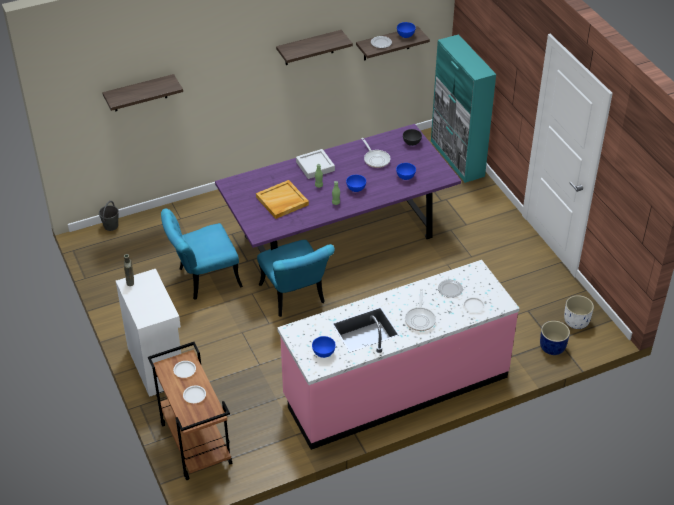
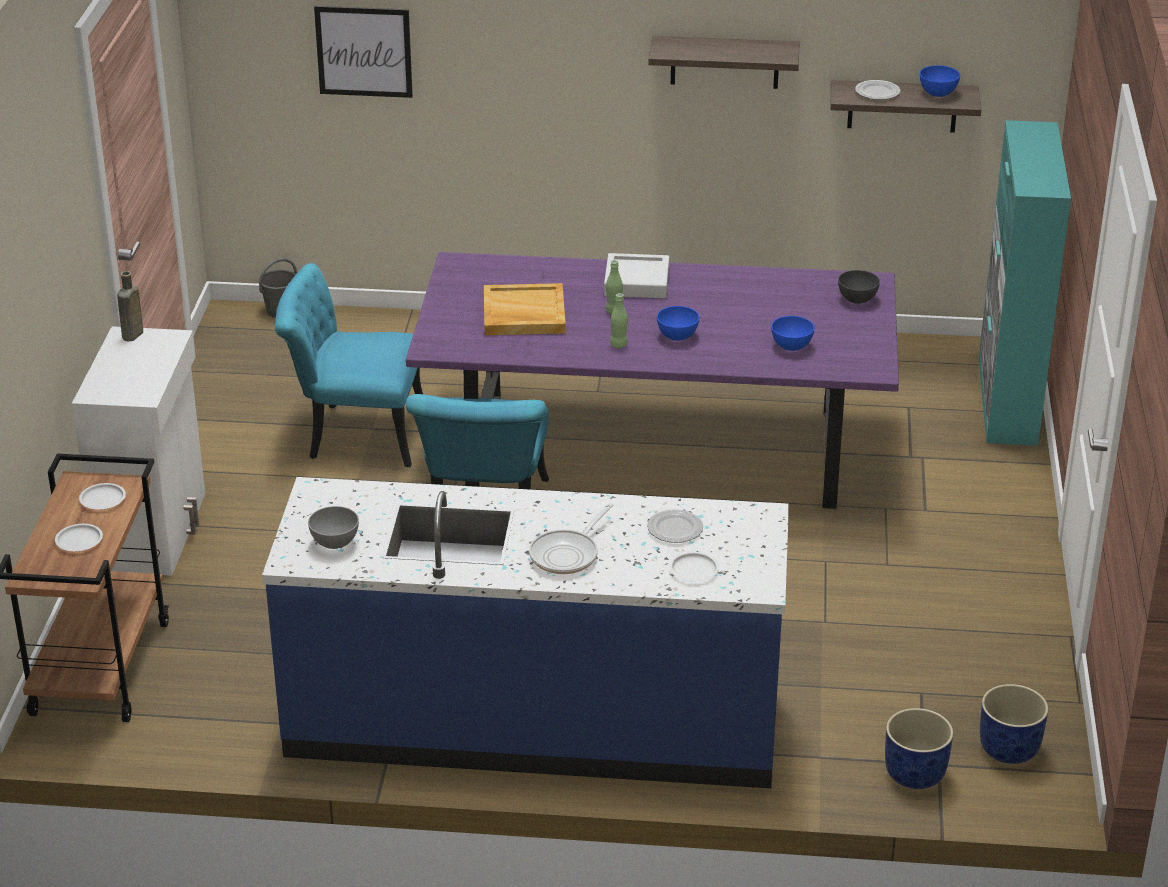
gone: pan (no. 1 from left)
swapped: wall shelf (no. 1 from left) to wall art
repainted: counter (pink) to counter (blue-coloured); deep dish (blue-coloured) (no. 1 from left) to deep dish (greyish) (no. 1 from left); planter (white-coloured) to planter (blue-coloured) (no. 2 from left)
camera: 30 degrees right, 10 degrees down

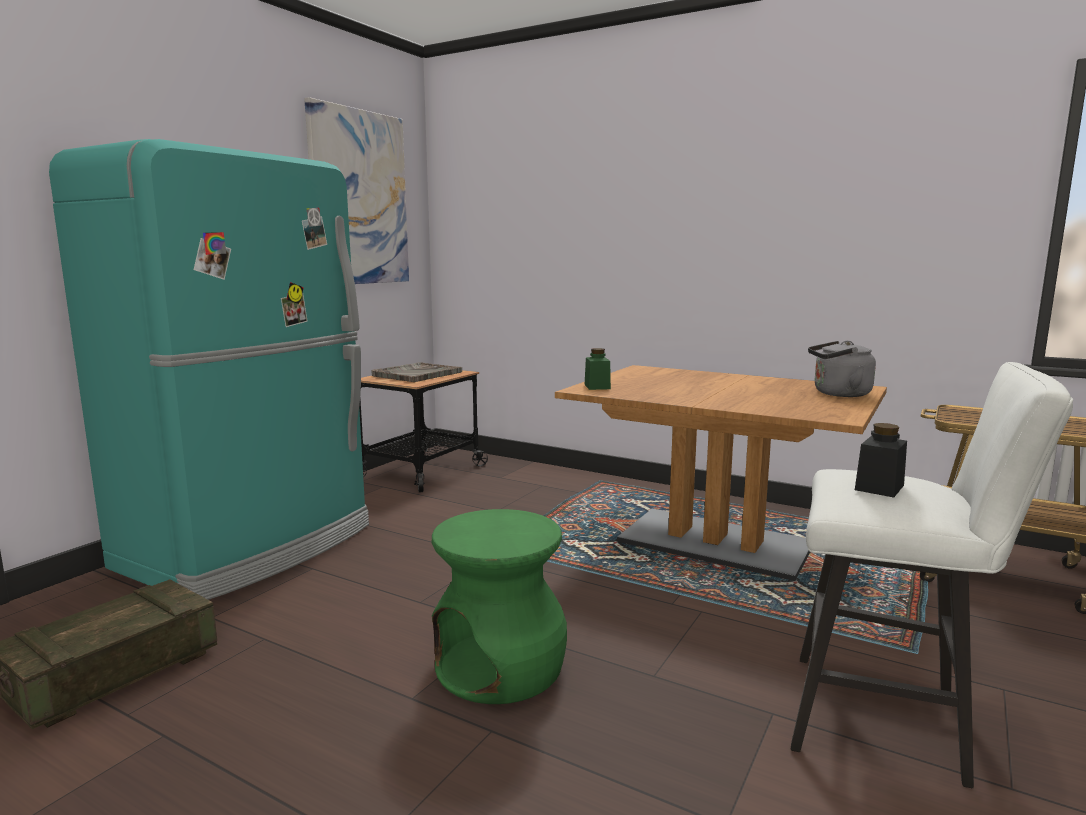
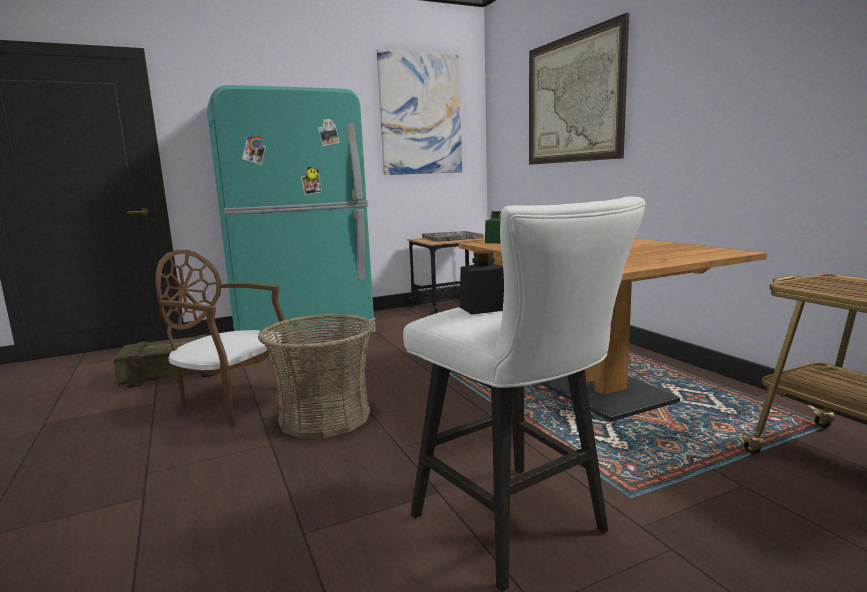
gone: tea kettle (greyish)
new: chair (brown); wall art (no. 2 from left)
swapped: stool (green) to storage basket
camera: 35 degrees right, 0 degrees up

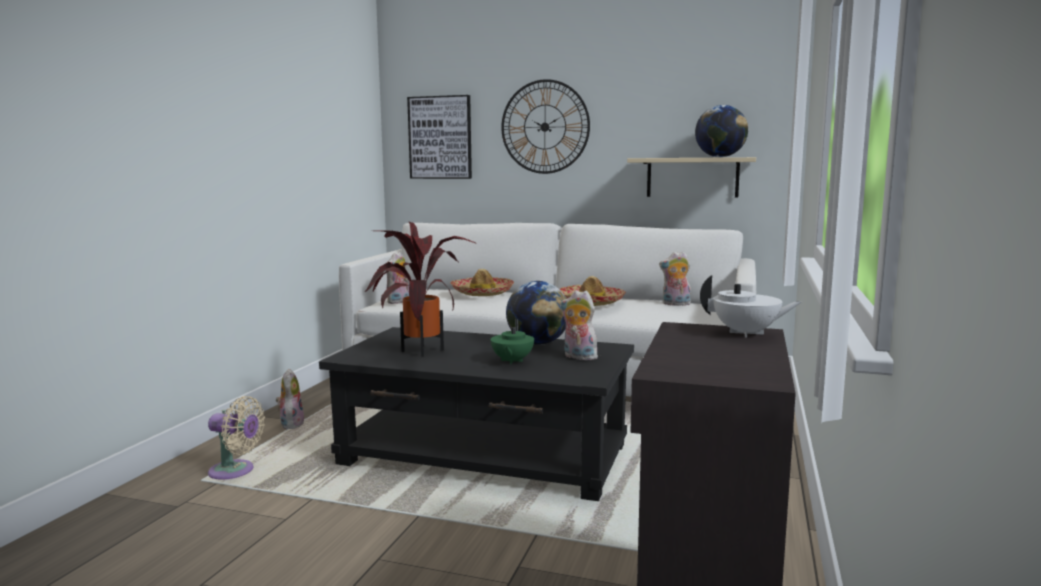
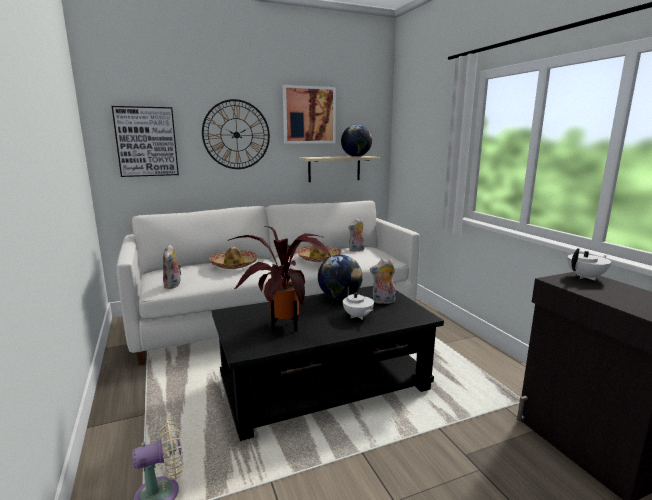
gone: cuddly toy (no. 1 from left)
new: wall art (no. 2 from left)
repainted: teapot (green) to teapot (white-coloured) (no. 1 from left)
camera: 40 degrees left, 5 degrees up

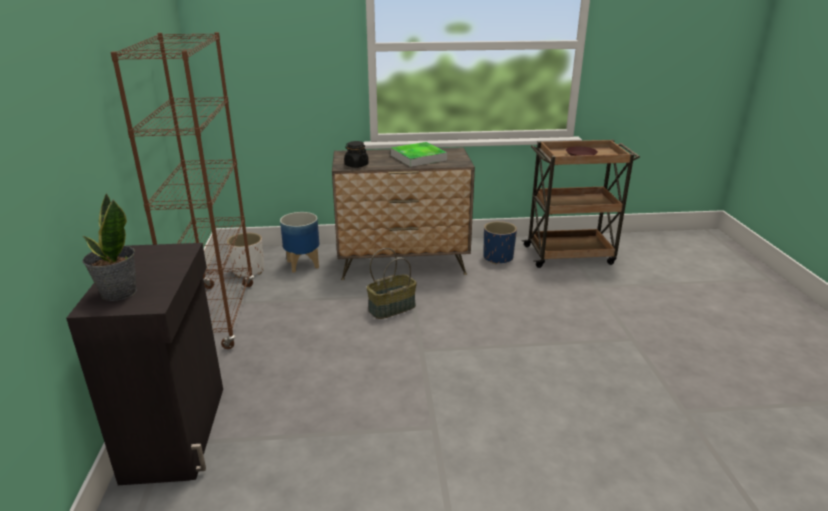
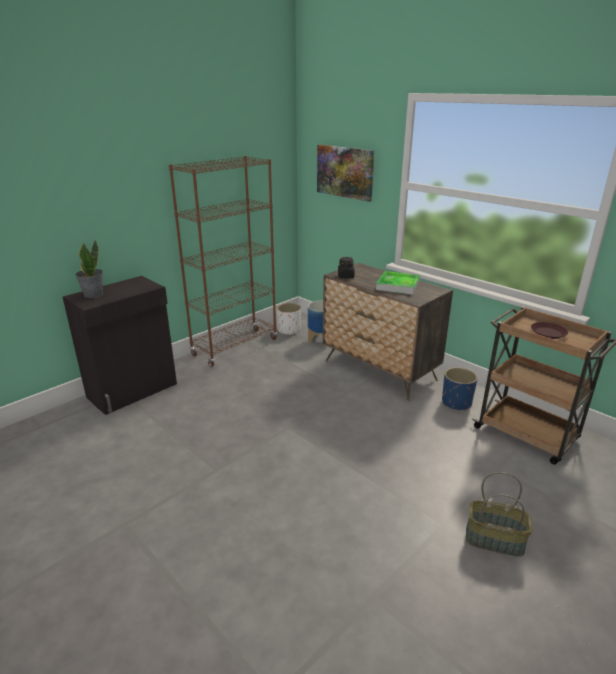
new: wall art
shifted: storage basket
camera: 50 degrees right, 0 degrees up

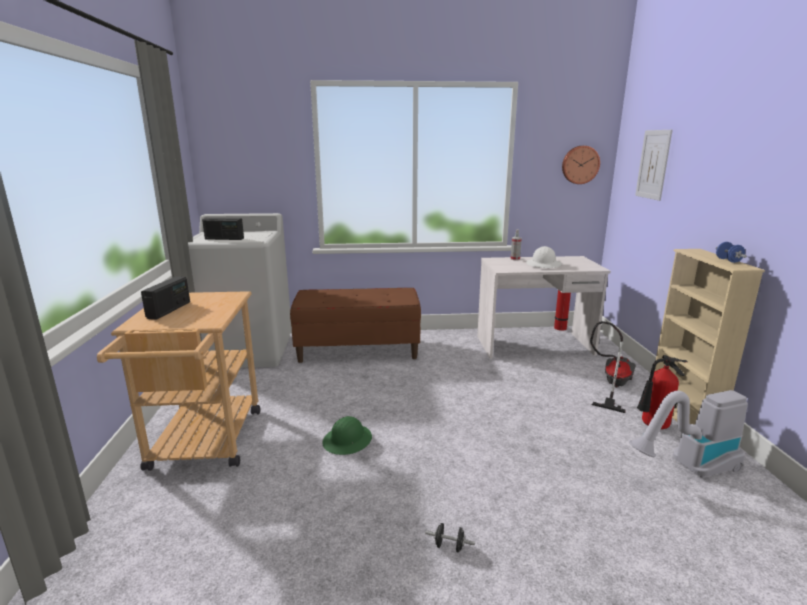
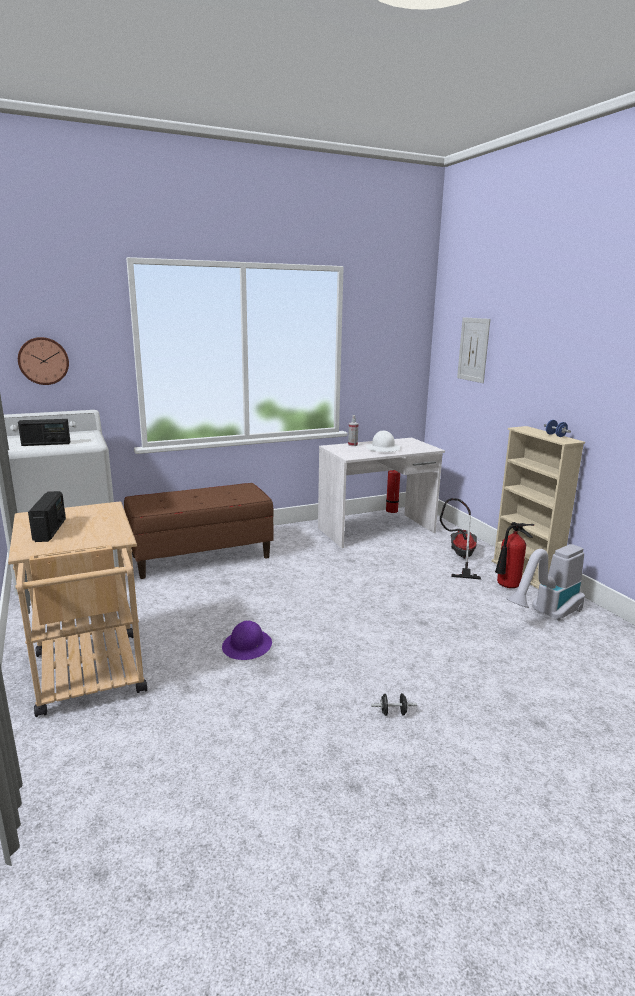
shifted: wall clock
repainted: hard hat (green) to hard hat (purple-coloured)
camera: 20 degrees left, 0 degrees up

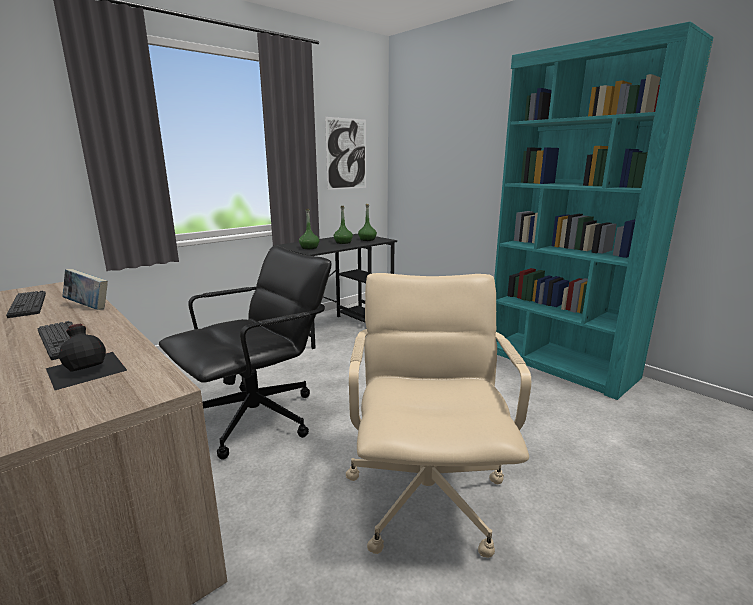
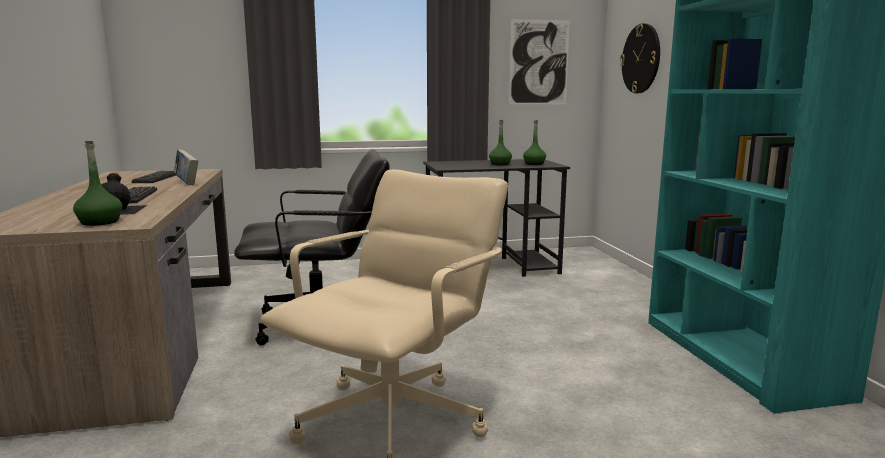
new: wall clock
shifted: drink bottle (green) (no. 1 from left)
camera: 30 degrees right, 5 degrees down

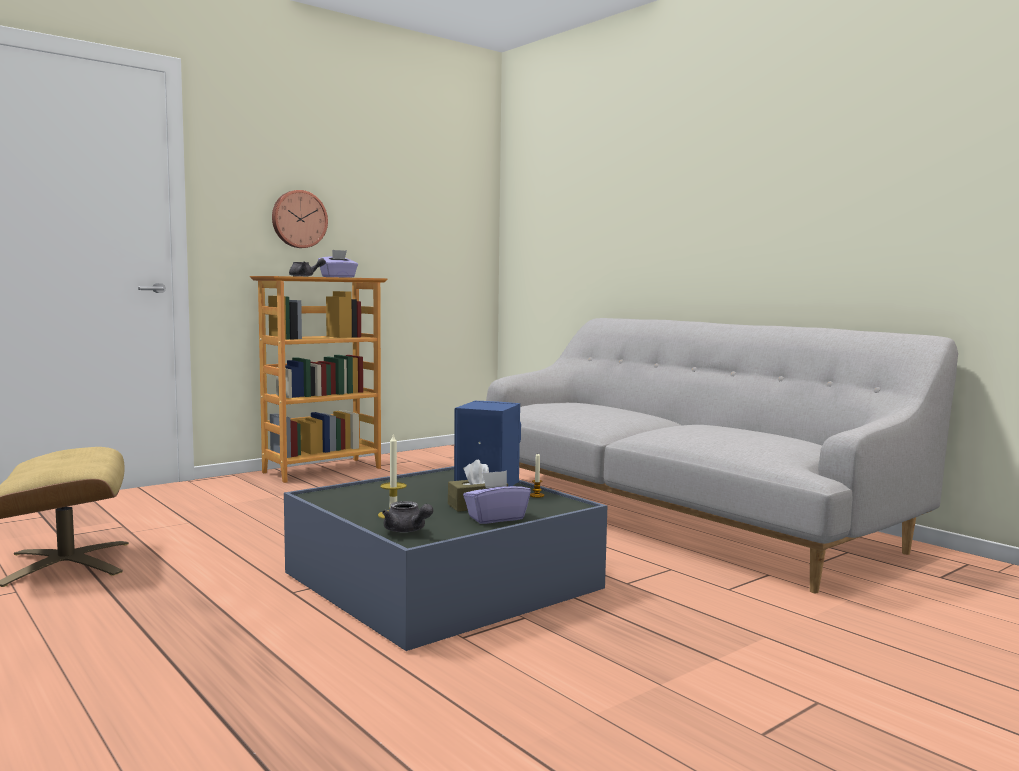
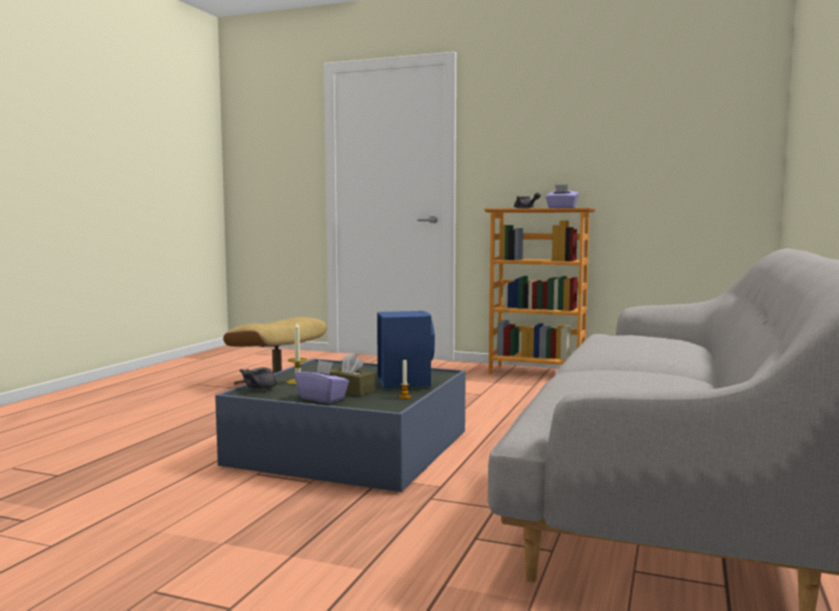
gone: wall clock
camera: 60 degrees right, 0 degrees up

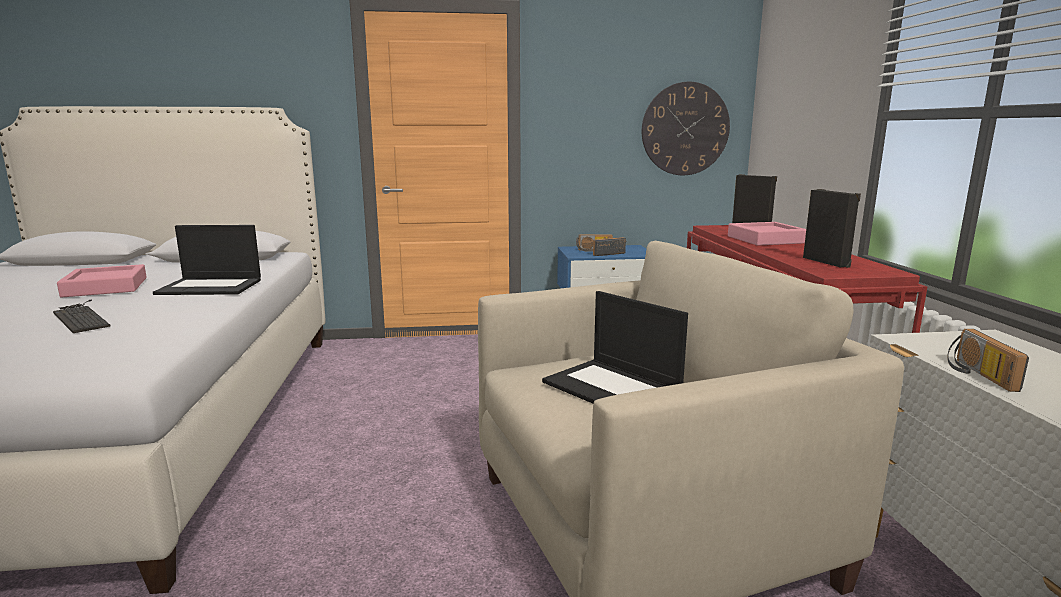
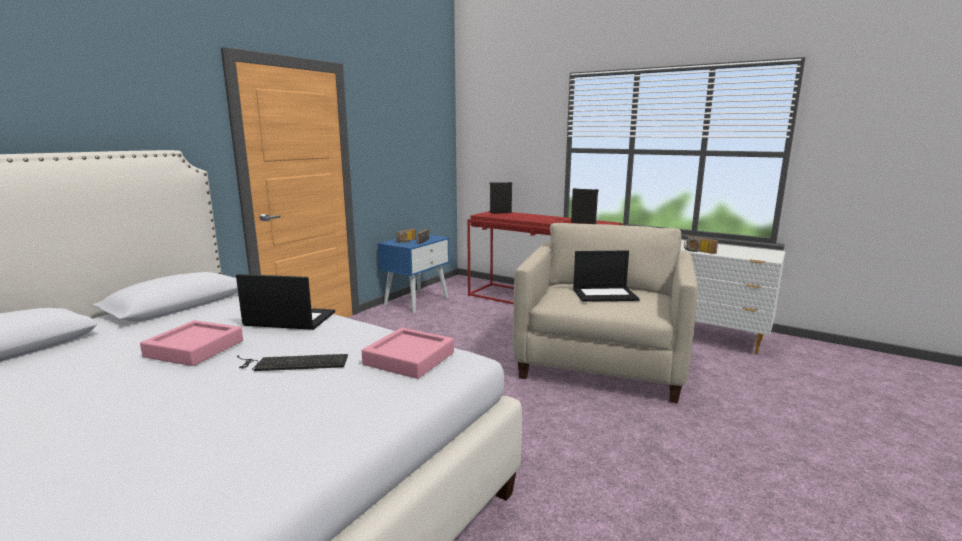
gone: wall clock
shifted: serving tray (pink) (no. 2 from left)
rotated: notebook computer (no. 1 from left) 120 degrees counterclockwise
camera: 50 degrees left, 0 degrees up

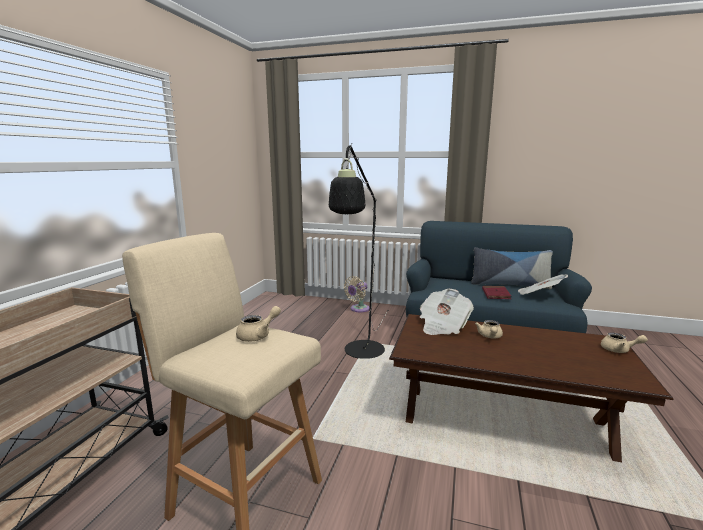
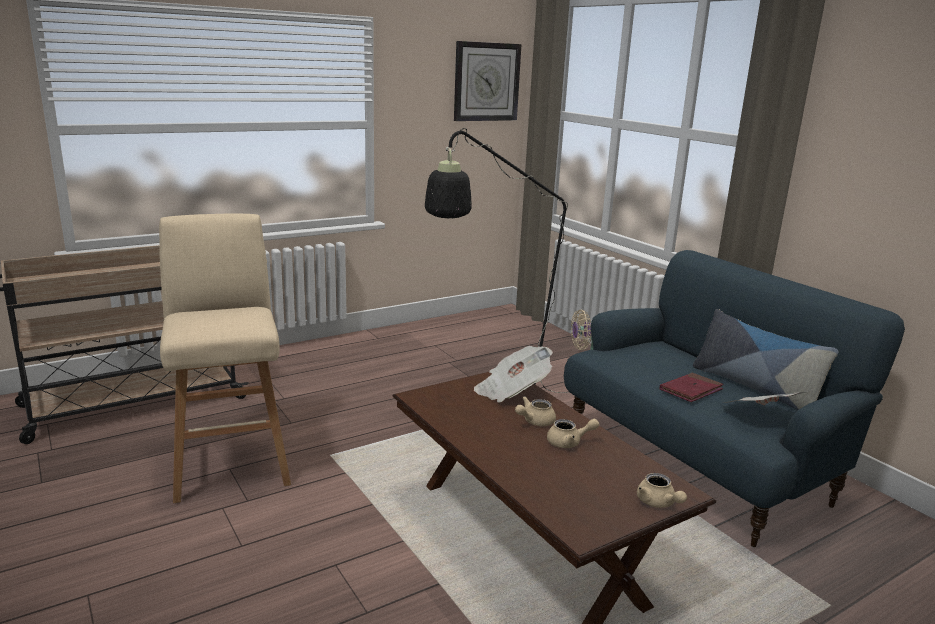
new: wall clock
shifted: teapot (beige-coloured) (no. 1 from left in the first image) to teapot (beige-coloured) (no. 2 from left)
camera: 40 degrees right, 5 degrees up

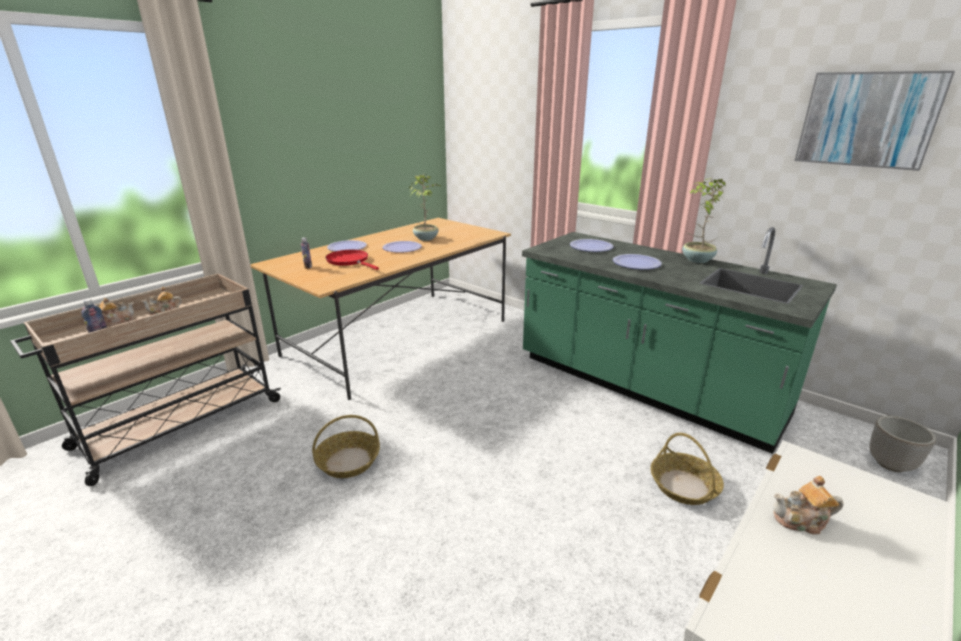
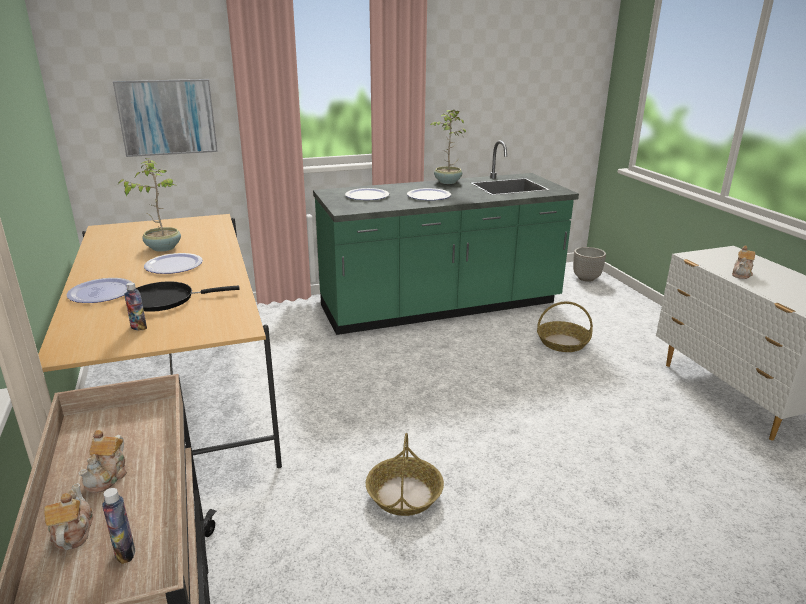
shifted: wall art
repainted: pan (red) to pan (blackish)
camera: 60 degrees left, 0 degrees up

